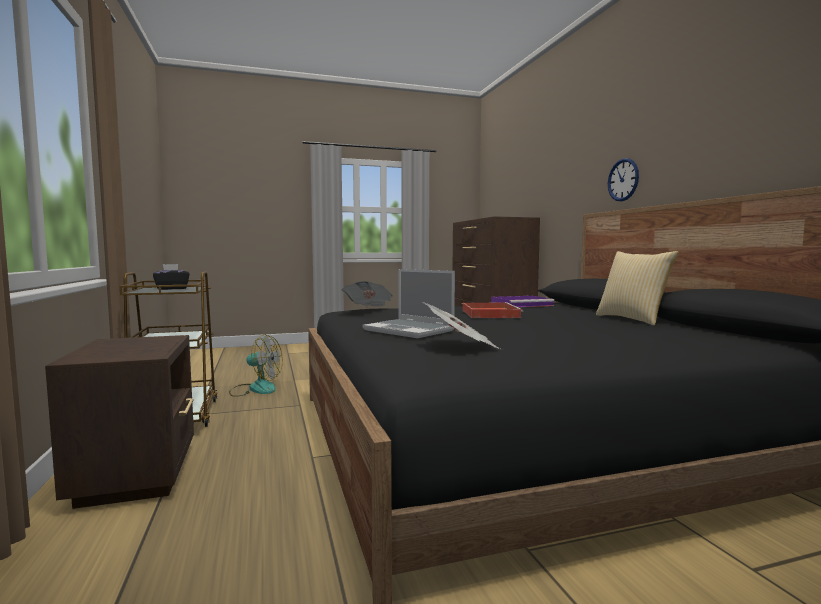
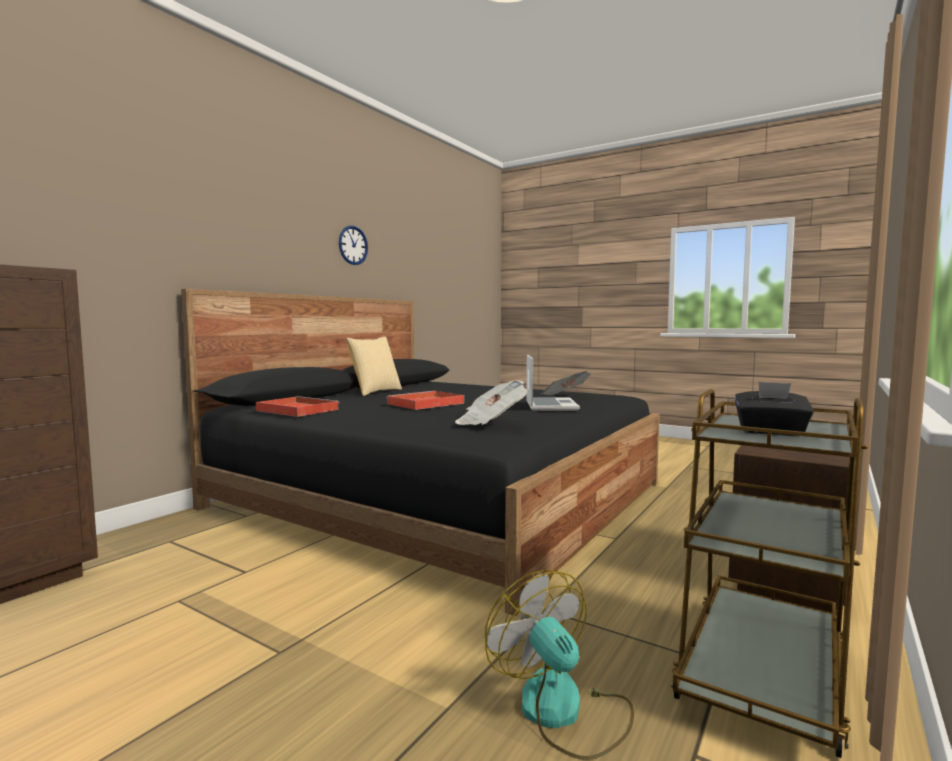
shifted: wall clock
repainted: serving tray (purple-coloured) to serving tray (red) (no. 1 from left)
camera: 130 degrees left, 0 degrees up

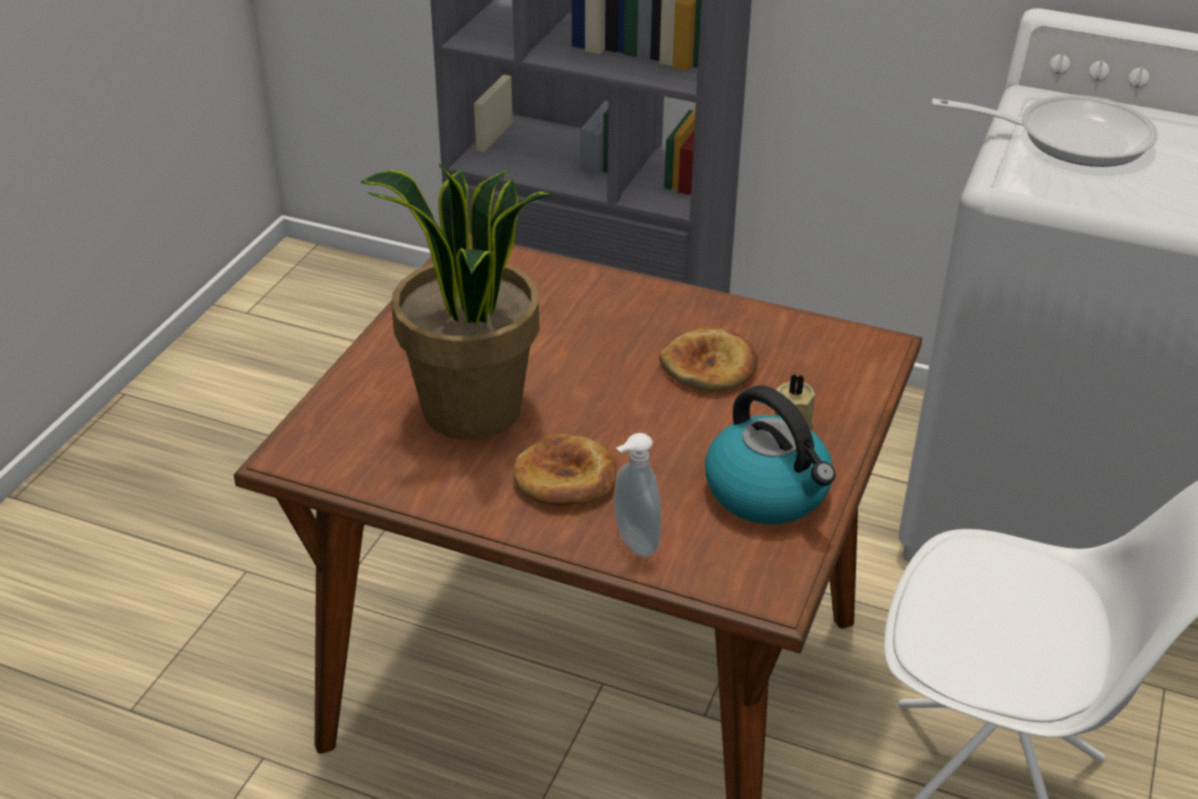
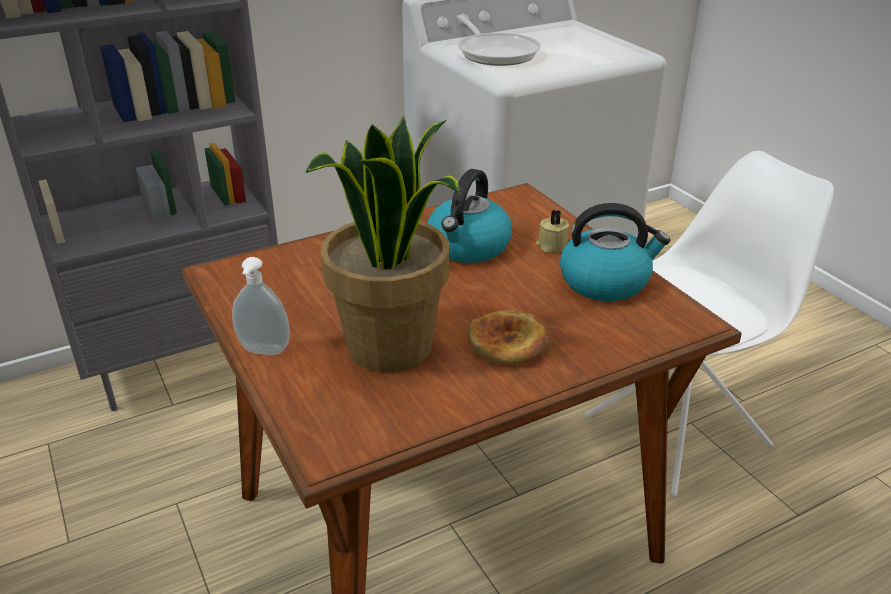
shifted: liquid soap bottle
swapped: bakery bread (no. 2 from left) to tea kettle (no. 1 from left)
rotated: pan 105 degrees clockwise
camera: 50 degrees left, 5 degrees down

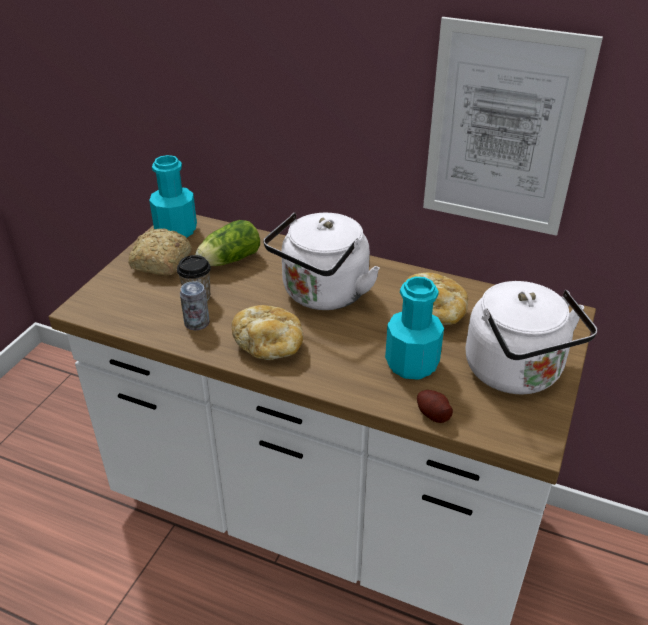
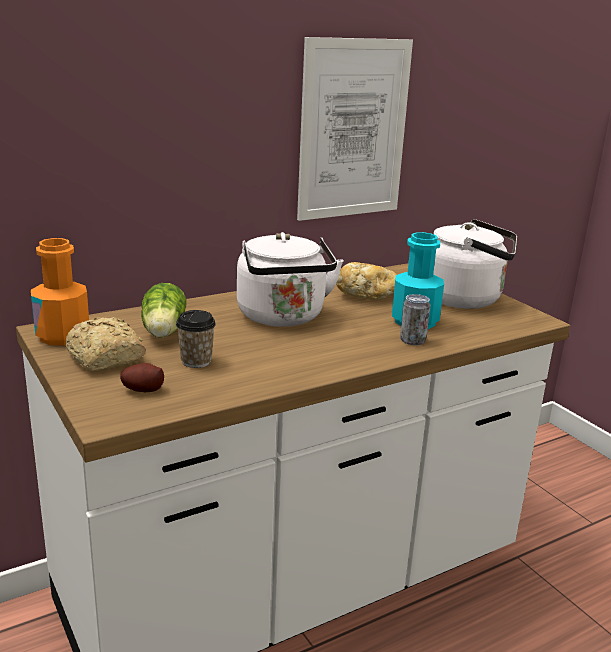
gone: bakery bread (no. 2 from left)
shifted: sealed can; whole potato
repainted: drink bottle (turquoise) (no. 1 from left) to drink bottle (orangey)
camera: 55 degrees left, 15 degrees down

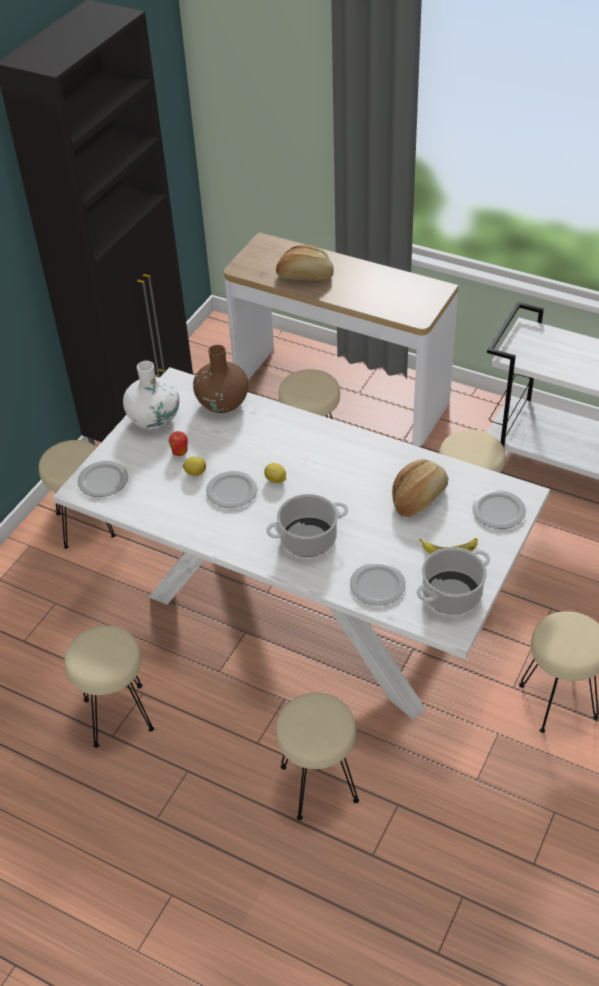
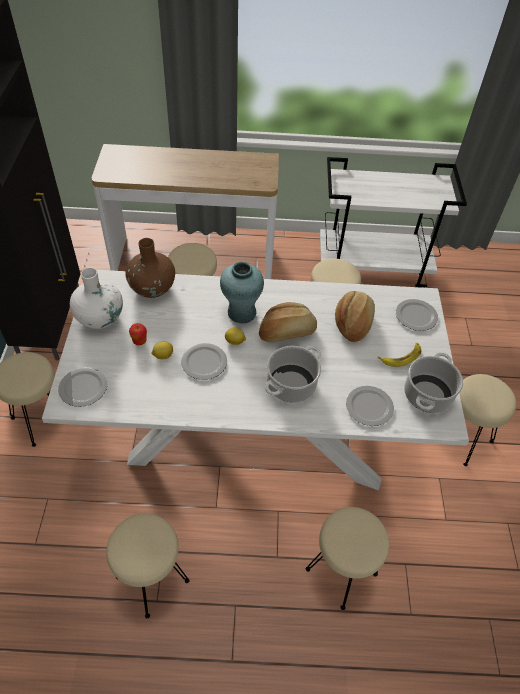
new: decorative vase (turquoise)
shifted: bakery bread (no. 1 from left)
camera: 30 degrees left, 5 degrees up

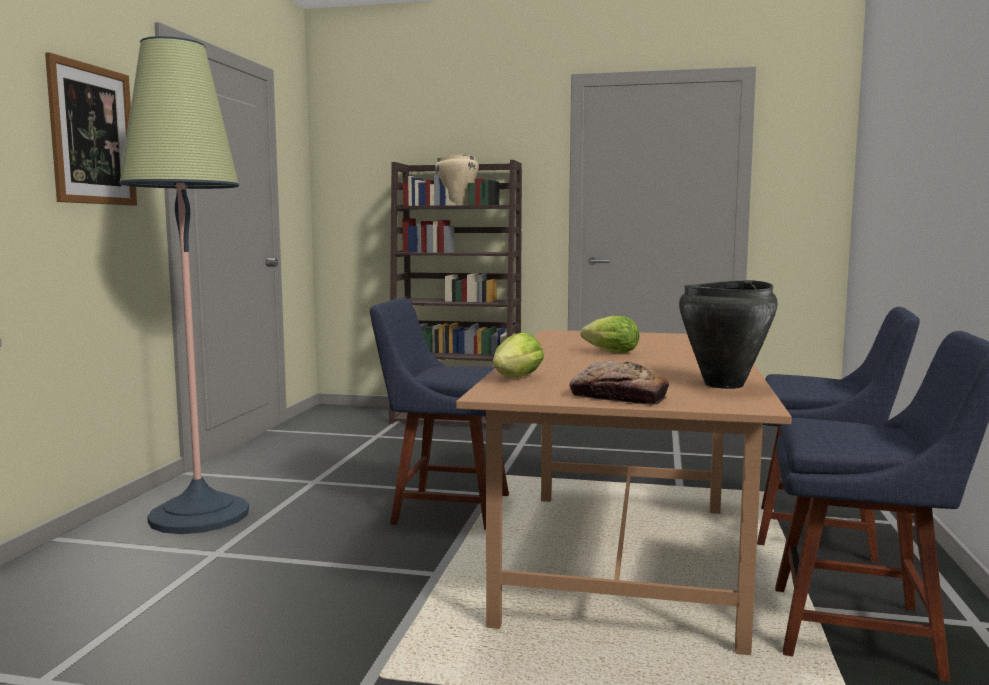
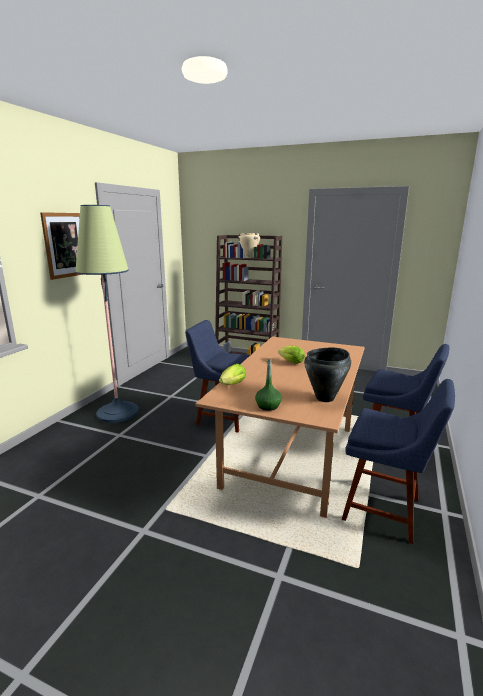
swapped: bakery bread to drink bottle (green)
camera: 10 degrees right, 10 degrees up

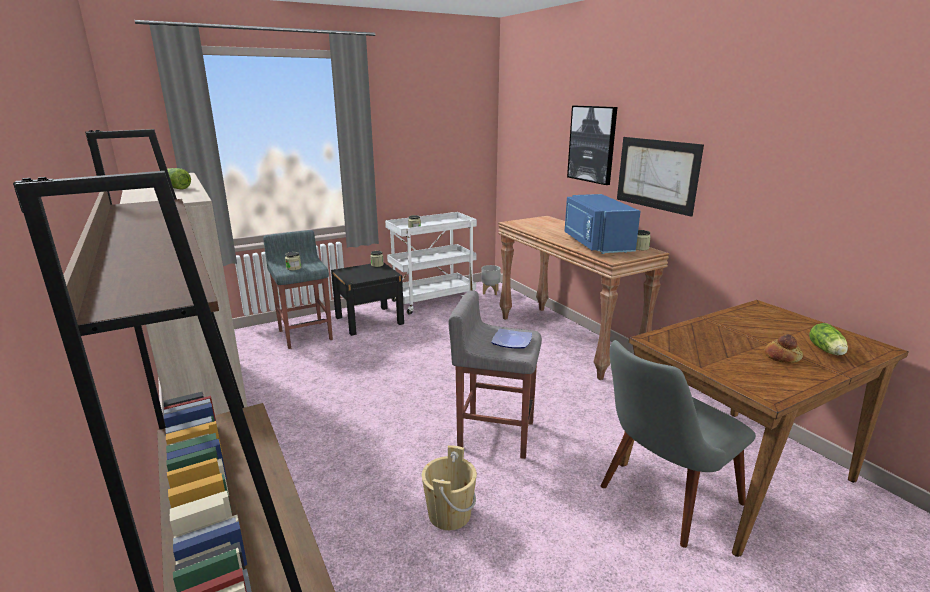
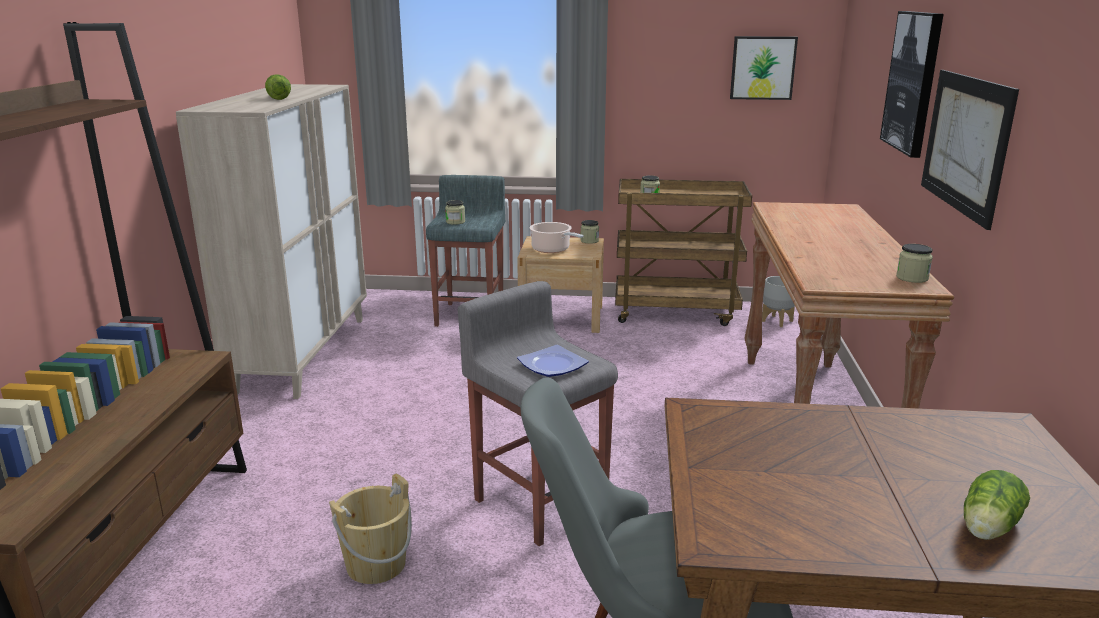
gone: microwave oven (blue-coloured); bakery bread
new: saucepot; wall art (no. 1 from left)
repainted: nightstand (blackish) to nightstand (beige-coloured); wheeled cart (white-coloured) to wheeled cart (brown)
camera: 35 degrees right, 0 degrees up

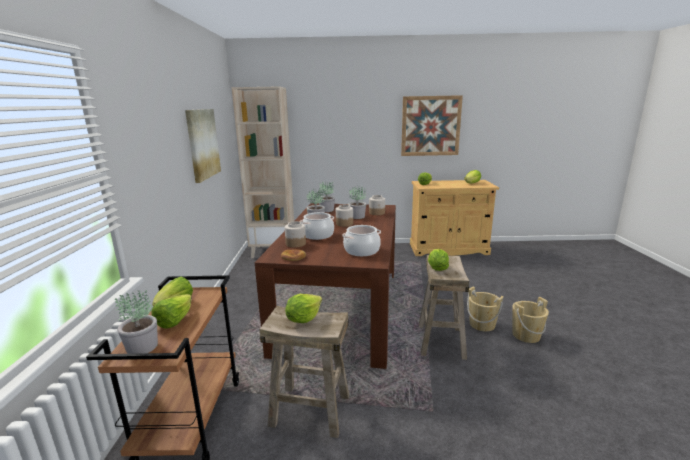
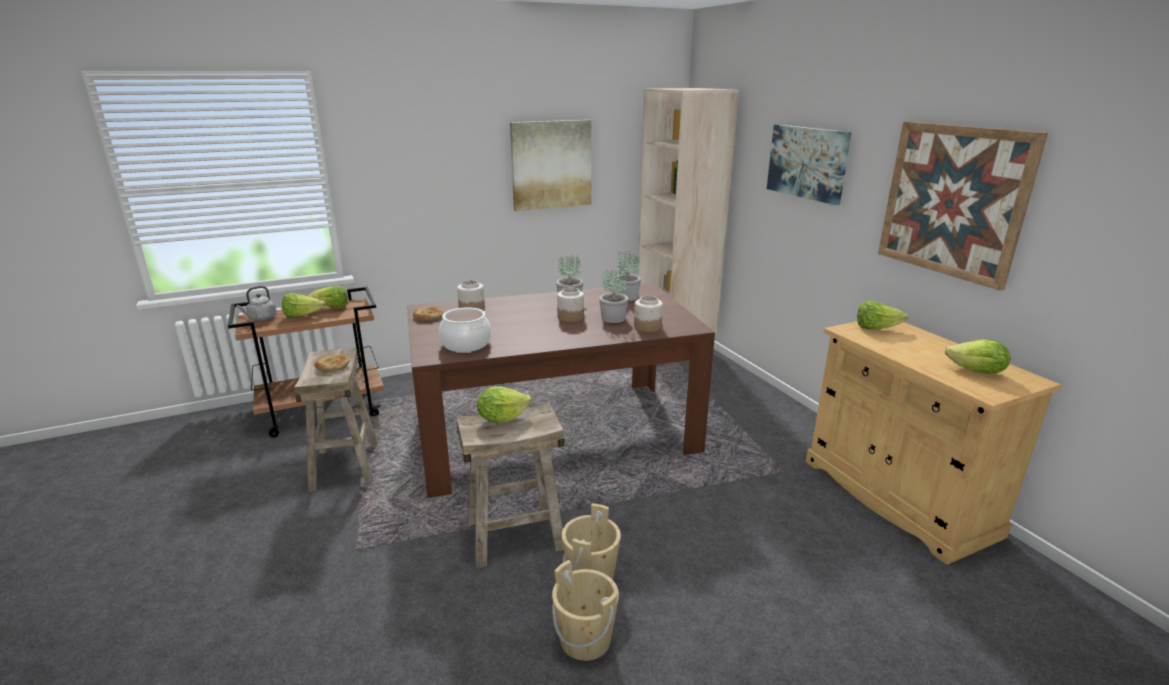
gone: saucepot (no. 1 from left)
new: wall art (no. 2 from left)
swapped: plant in a pot (no. 1 from left) to tea kettle (greyish); lettuce head (no. 3 from left) to bakery bread (no. 1 from left)
camera: 65 degrees right, 5 degrees up

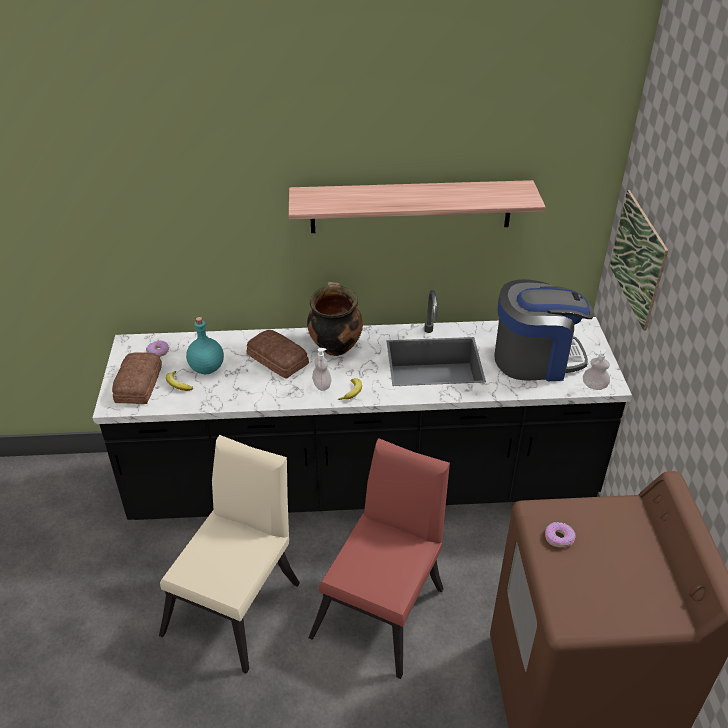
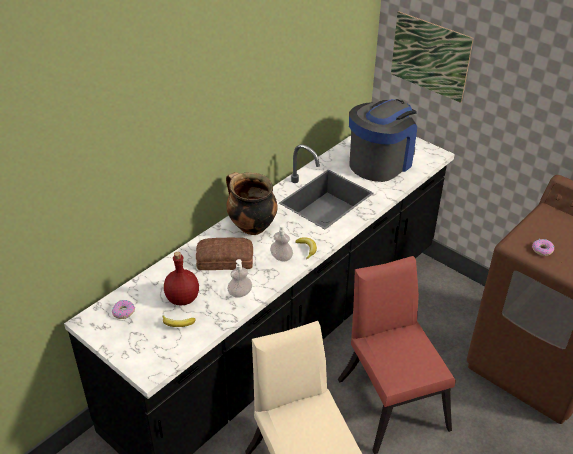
gone: bakery bread (no. 1 from left); wall shelf
shifted: liquid soap bottle (no. 2 from left in the first image) to liquid soap bottle (no. 1 from left)
repainted: drink bottle (turquoise) to drink bottle (red)
camera: 45 degrees left, 0 degrees up

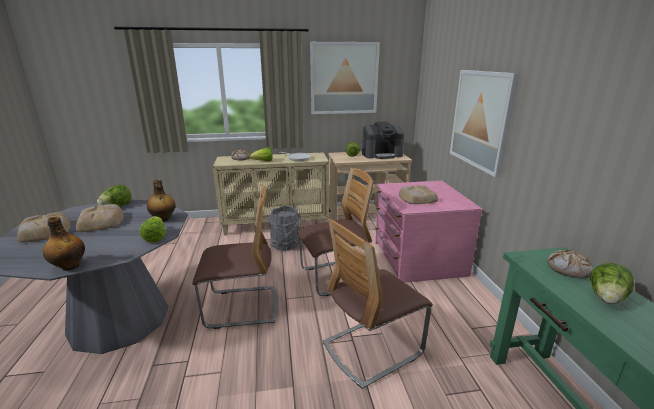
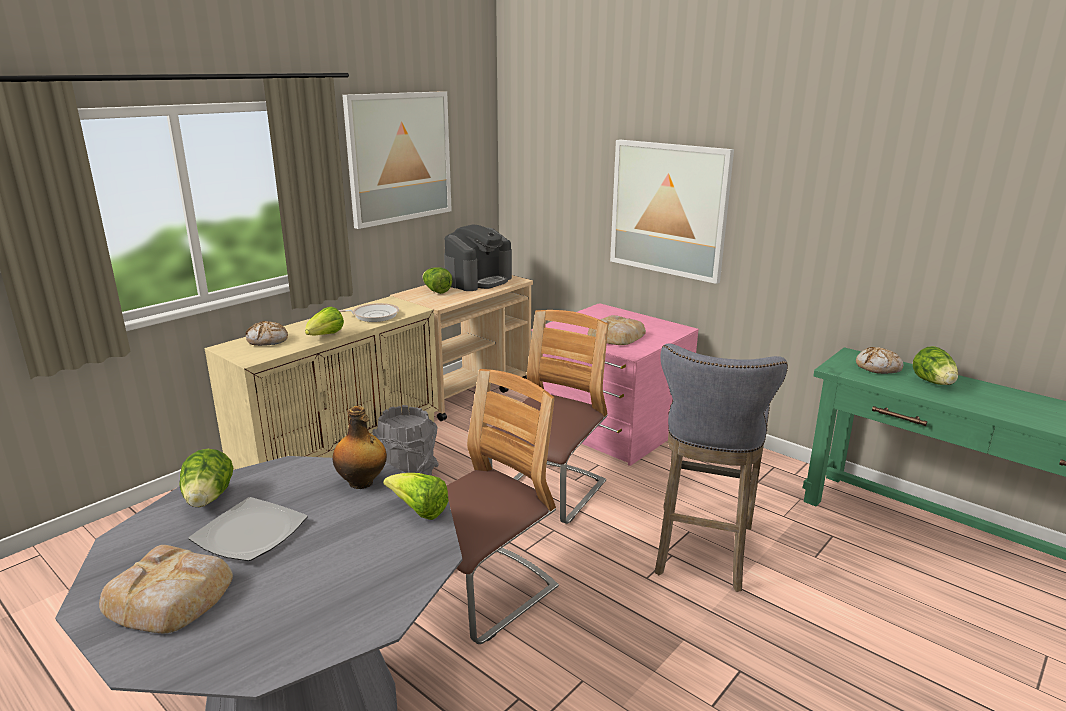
gone: drink bottle (no. 1 from left)
swapped: bakery bread (no. 2 from left) to plate; chair (no. 3 from left) to stool (greyish)
camera: 40 degrees left, 0 degrees up

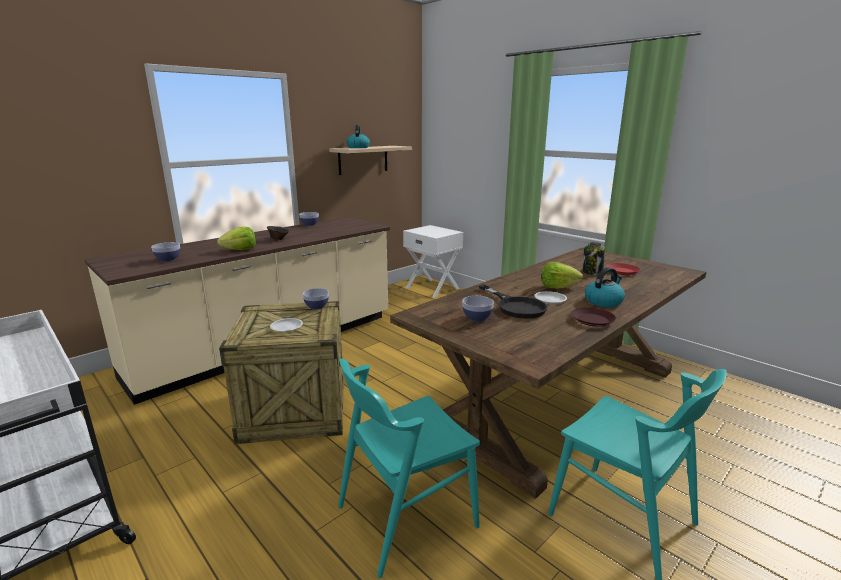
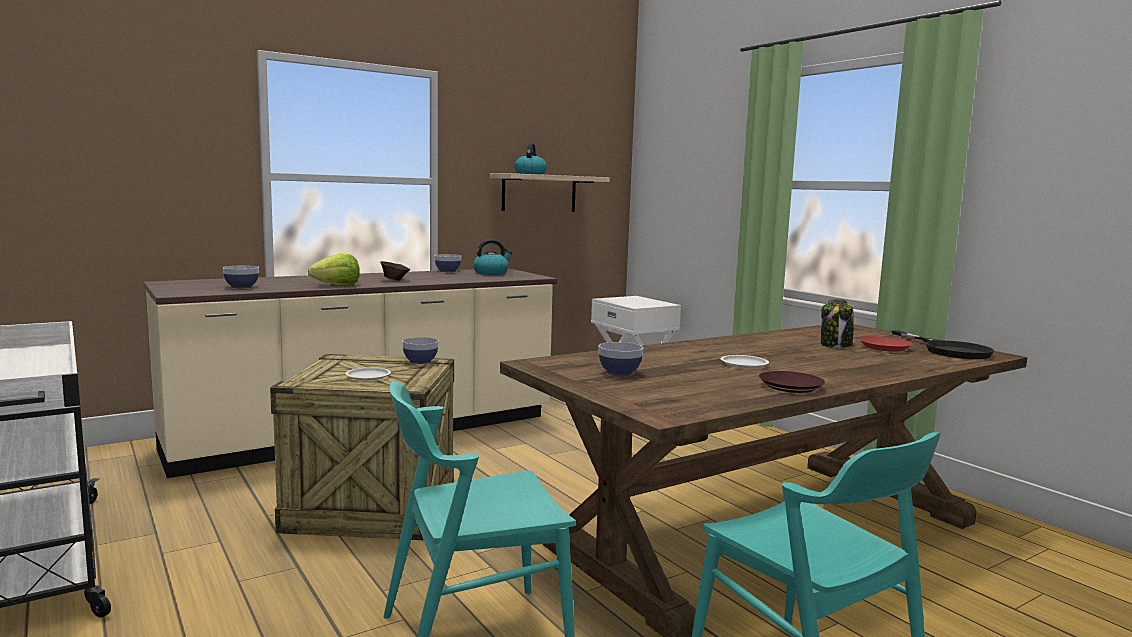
gone: lettuce head (no. 2 from left)
shifted: pan (blackish); tea kettle (no. 2 from left in the first image) to tea kettle (no. 1 from left)
camera: 10 degrees right, 10 degrees down

